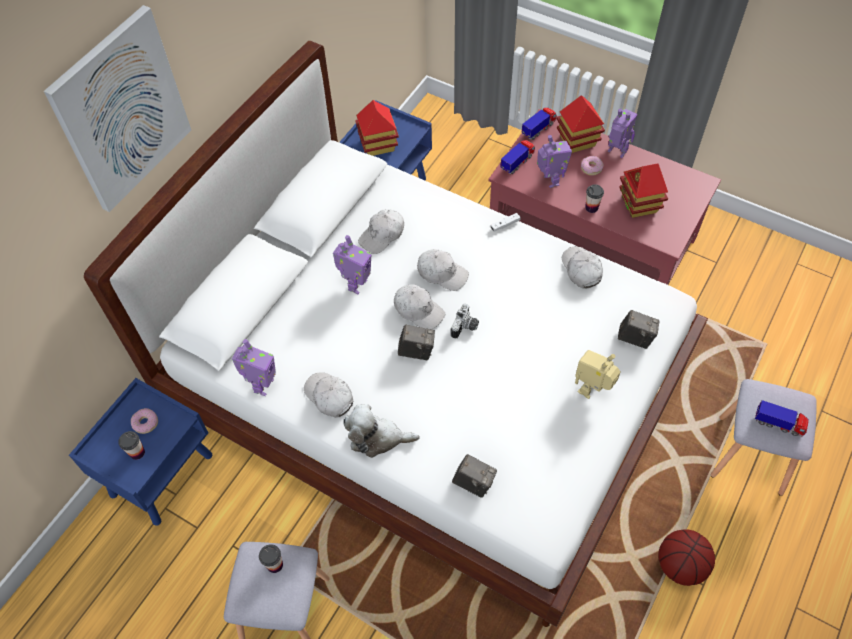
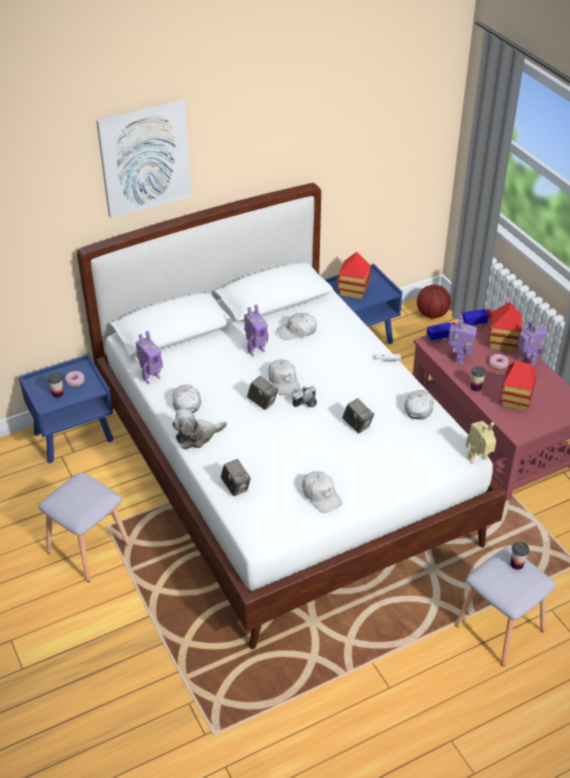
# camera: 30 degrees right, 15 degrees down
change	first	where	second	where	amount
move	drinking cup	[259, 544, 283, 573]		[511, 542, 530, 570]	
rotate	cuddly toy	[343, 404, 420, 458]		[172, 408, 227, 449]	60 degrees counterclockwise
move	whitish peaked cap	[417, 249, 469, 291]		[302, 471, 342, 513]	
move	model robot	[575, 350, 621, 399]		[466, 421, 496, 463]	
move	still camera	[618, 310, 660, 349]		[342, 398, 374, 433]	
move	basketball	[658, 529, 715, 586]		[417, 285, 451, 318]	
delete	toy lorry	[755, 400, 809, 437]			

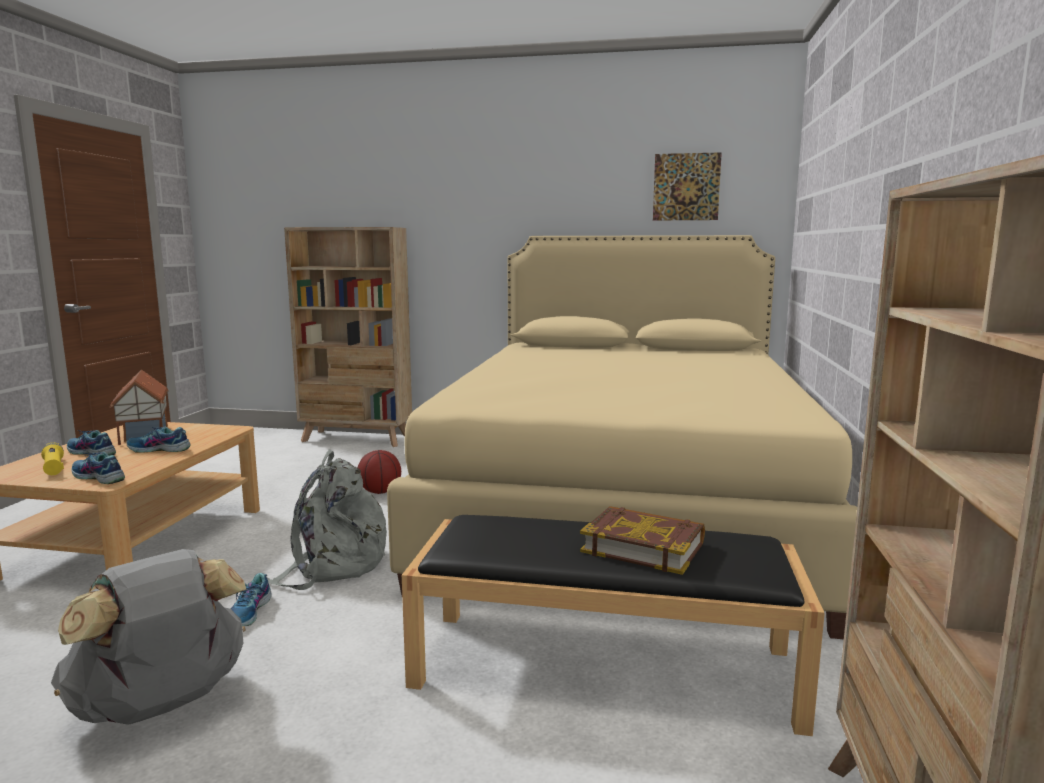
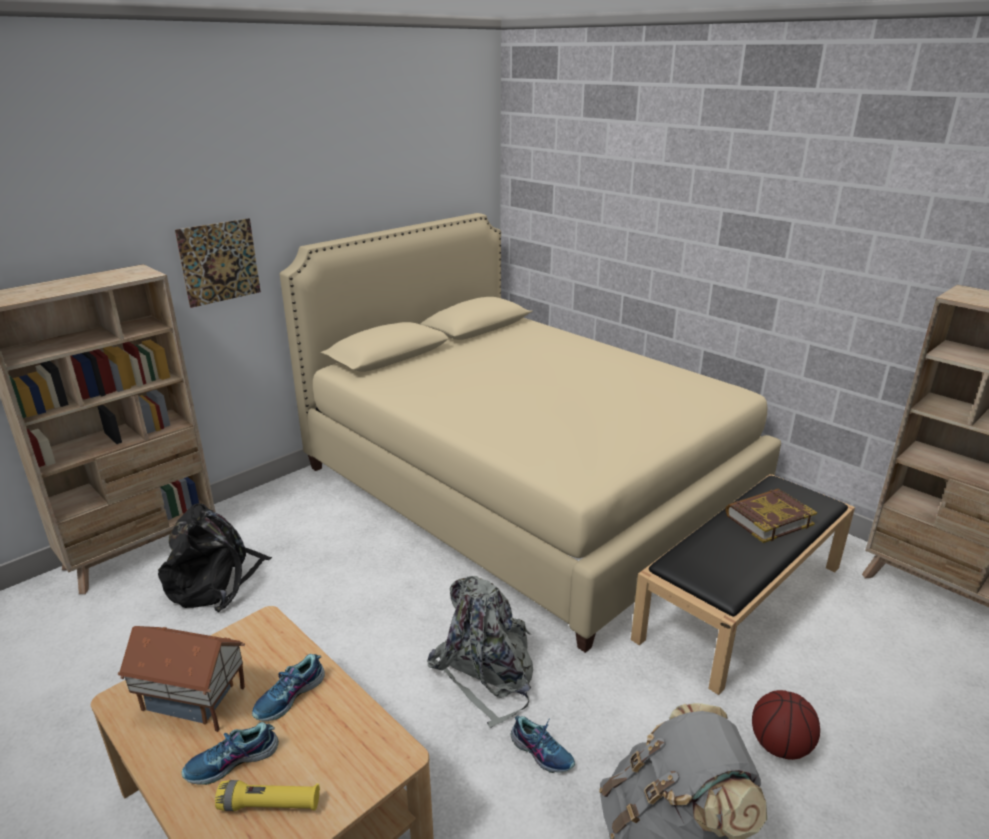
# camera: 55 degrees left, 15 degrees up
change	first	where	second	where	amount
delete	shoe	[71, 452, 125, 484]			
move	basketball	[358, 450, 401, 494]		[752, 690, 820, 760]	
move	picture	[653, 152, 722, 220]		[175, 218, 261, 308]	
insert			blackish rucksack	[158, 503, 272, 612]	

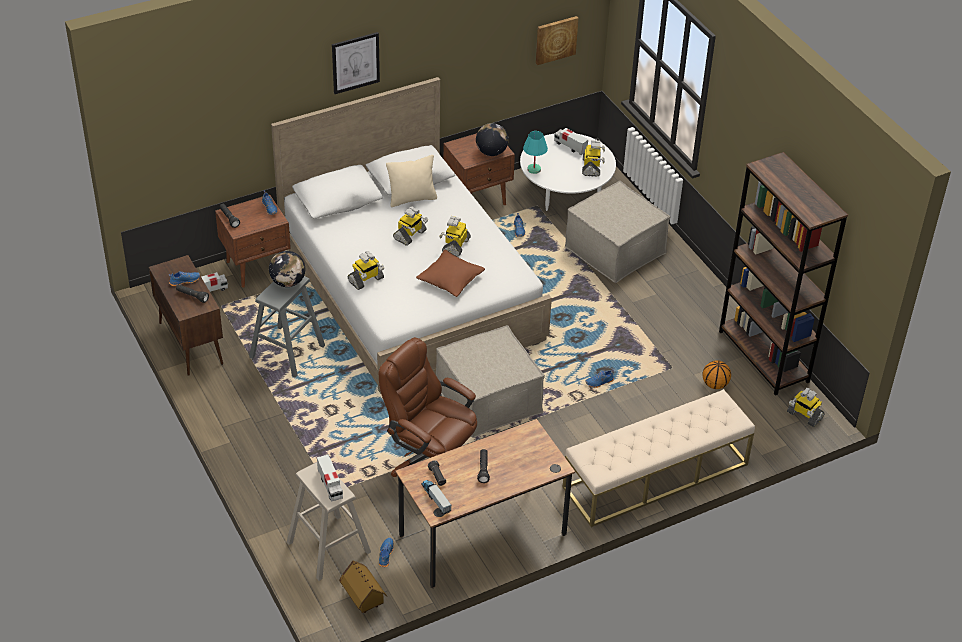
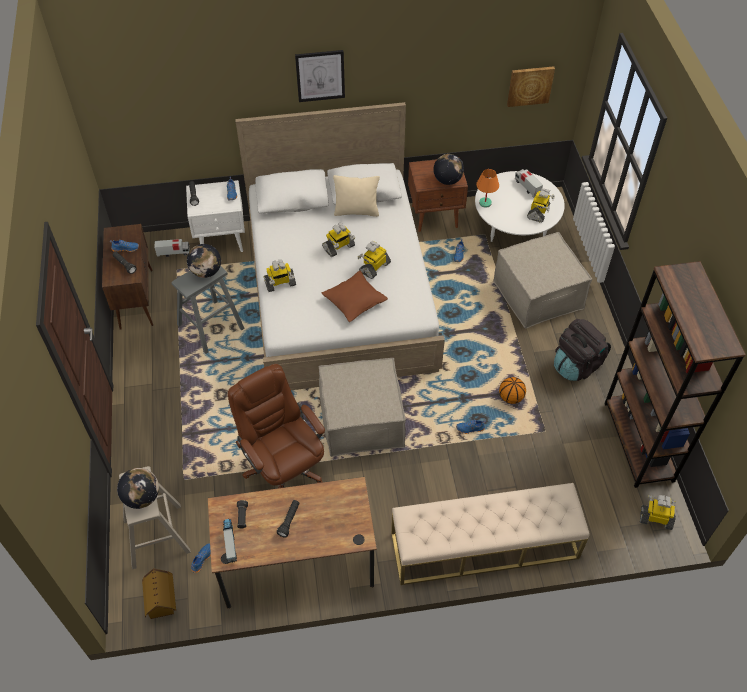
# camera: 20 degrees right, 10 degrees up
change	first	where	second	where	amount
recolor	brown night table	[215, 195, 291, 288]	whitish night table	[186, 180, 245, 252]	
replace	toy lorry	[317, 454, 343, 502]	world globe	[117, 468, 159, 509]	
recolor	blue-green lamp for a table	[523, 131, 548, 174]	orangey lamp for a table	[476, 169, 499, 208]	
move	basketball	[702, 361, 731, 389]		[499, 377, 526, 404]	
rotate	model robot	[787, 388, 825, 427]		[640, 495, 676, 530]	135 degrees clockwise
insert			blackish rucksack	[554, 319, 611, 381]	

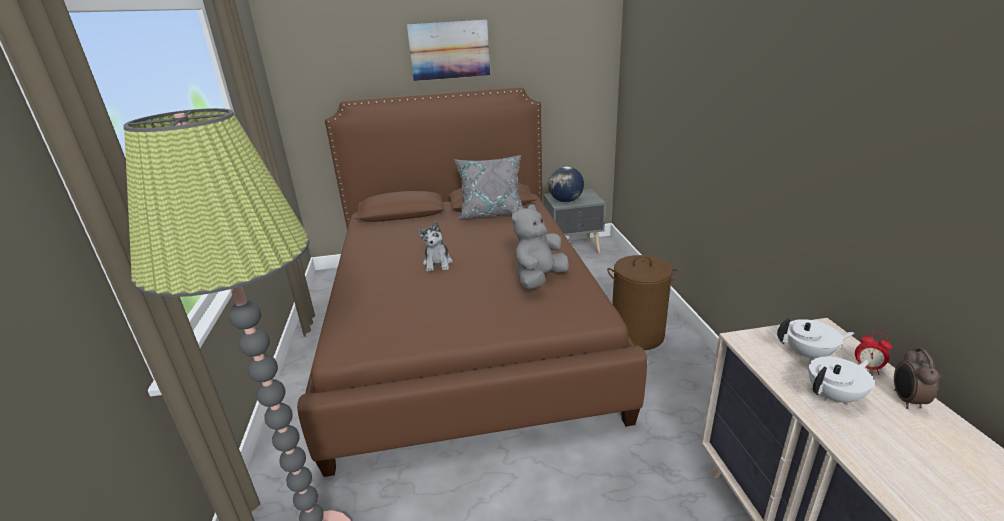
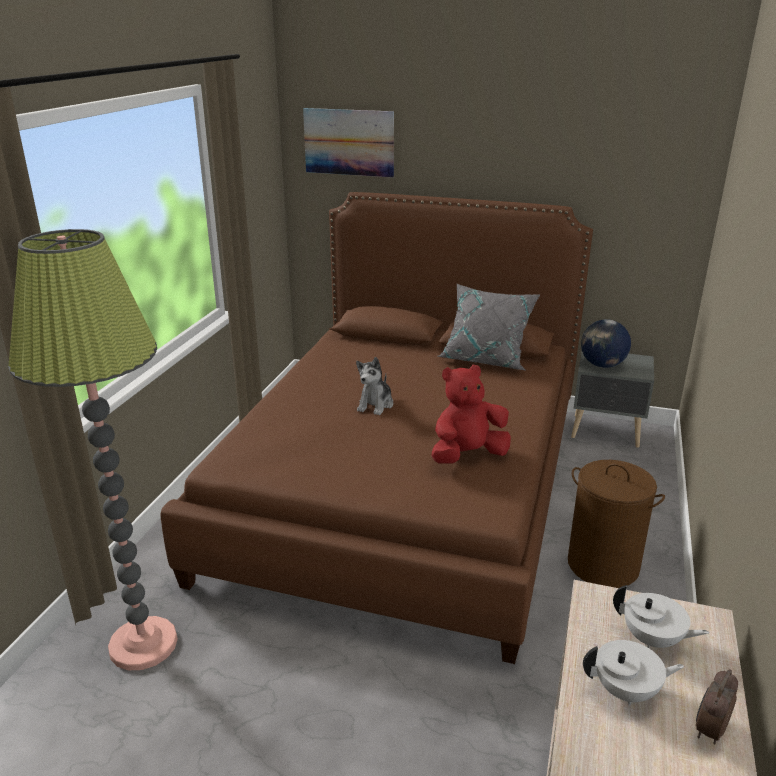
# camera: 25 degrees right, 0 degrees up
change	first	where	second	where	amount
move	picture	[407, 20, 490, 81]		[303, 108, 394, 177]	
recolor	gray cuddly toy	[512, 204, 569, 289]	reddish cuddly toy	[432, 365, 511, 463]	
delete	bedside clock	[855, 332, 892, 375]			

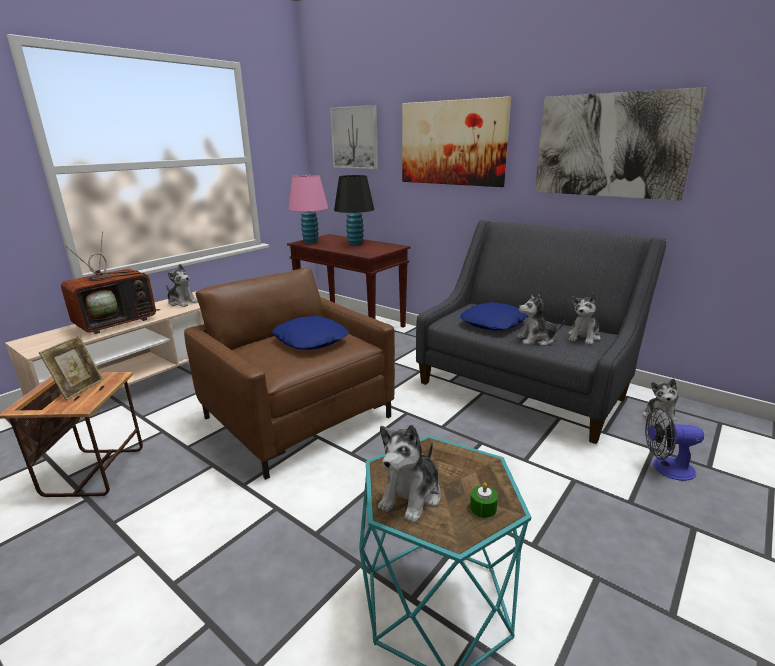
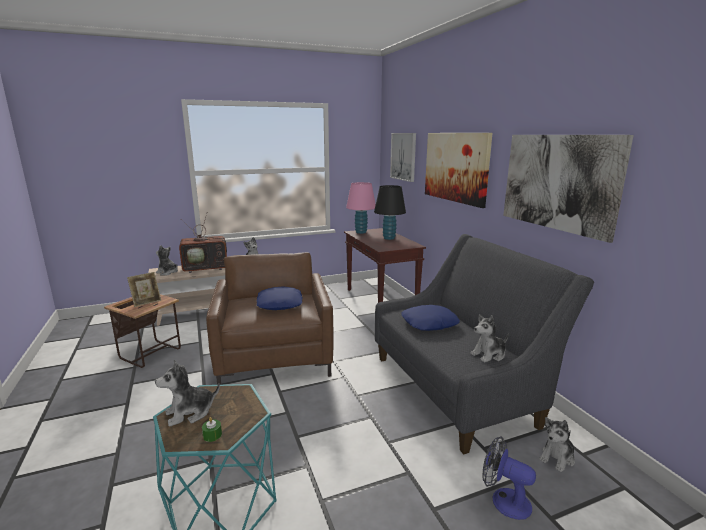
# camera: 30 degrees right, 5 degrees down
change	first	where	second	where	amount
move	cuddly toy	[517, 294, 564, 346]		[156, 245, 178, 276]	

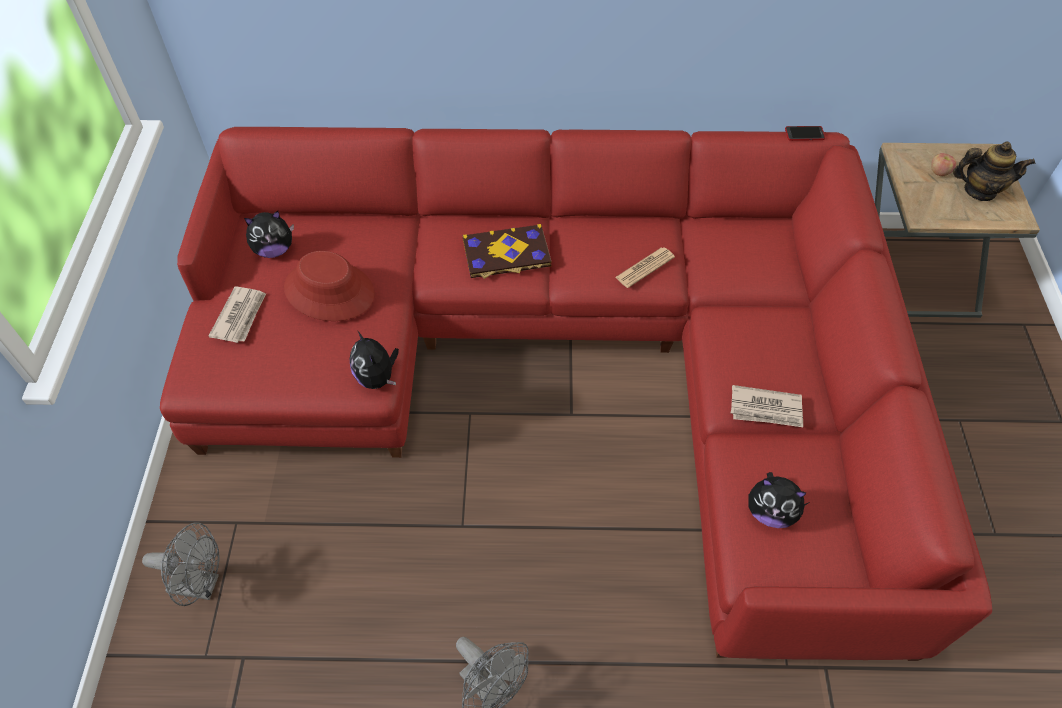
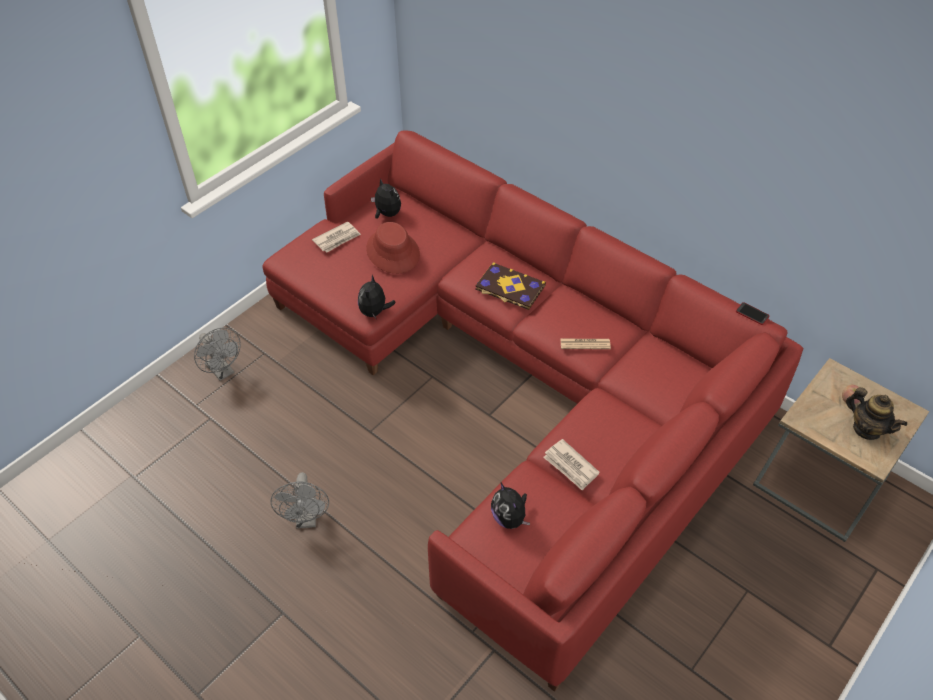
# camera: 40 degrees right, 5 degrees down
change	first	where	second	where	amount
rotate	cuddly toy	[244, 211, 294, 258]		[371, 178, 401, 219]	150 degrees counterclockwise

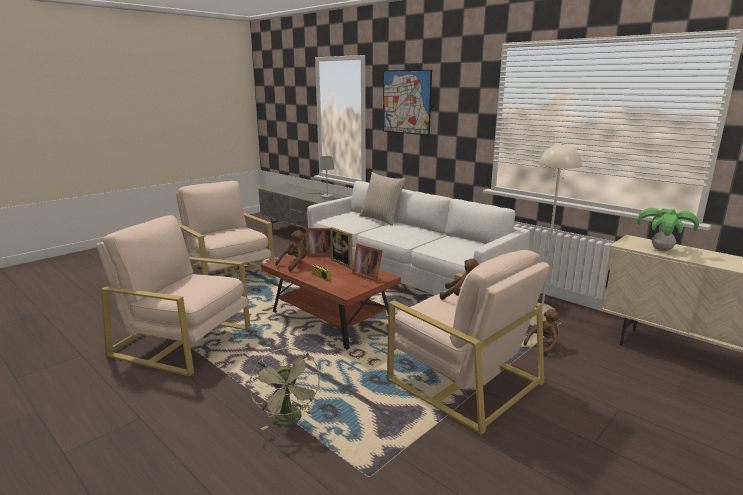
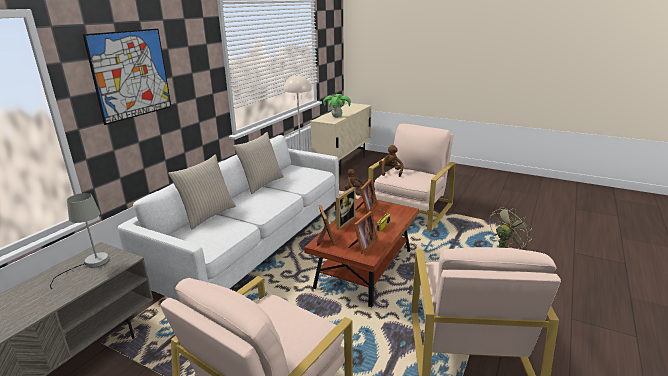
# camera: 105 degrees left, 5 degrees up
change	first	where	second	where	amount
replace	brown cuddly toy	[275, 230, 307, 272]	picture frame	[349, 211, 378, 254]	
insert			beige throw pillow	[233, 132, 284, 194]	

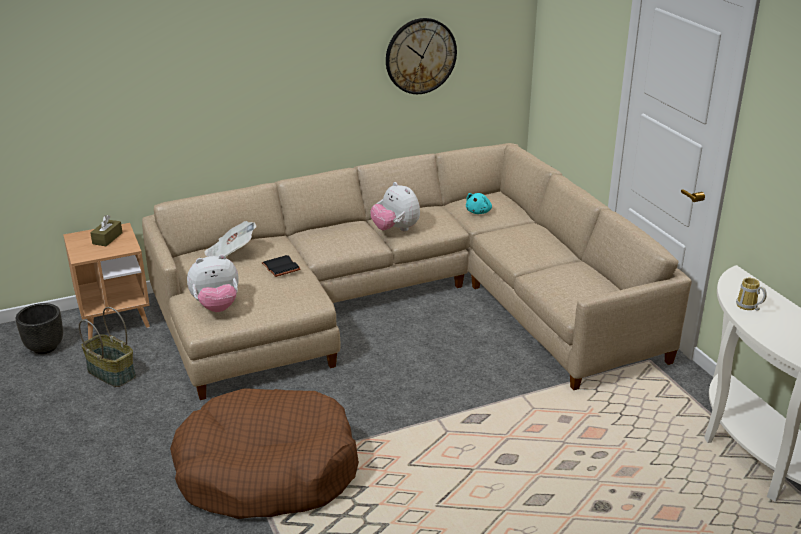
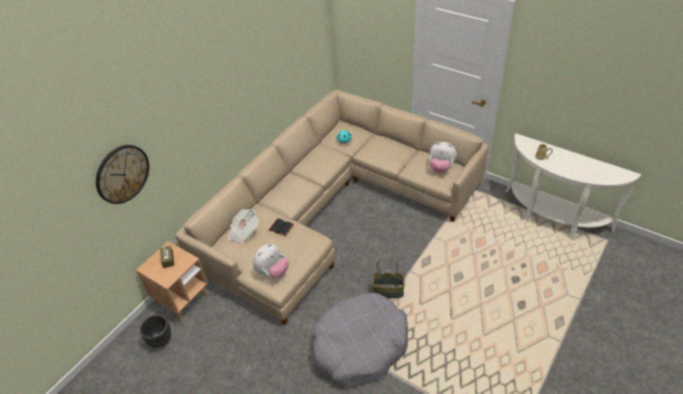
# camera: 30 degrees left, 15 degrees up
change	first	where	second	where	amount
move	storage basket	[79, 307, 136, 387]		[372, 258, 405, 298]	
recolor	brown dog bed	[170, 388, 359, 519]	gray dog bed	[313, 293, 408, 387]	
move	cuddly toy	[371, 182, 420, 231]		[429, 142, 457, 173]	
move	clock on the wall	[386, 18, 457, 94]		[96, 145, 149, 204]	

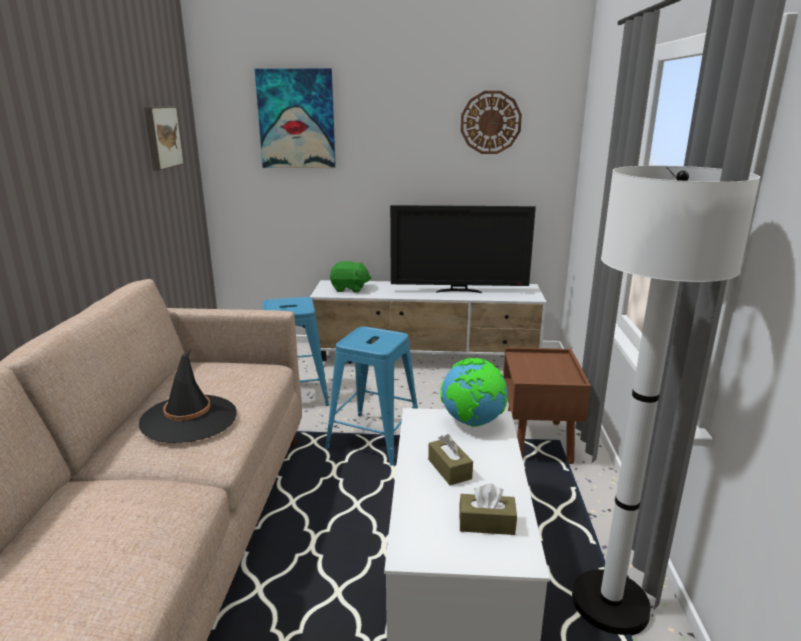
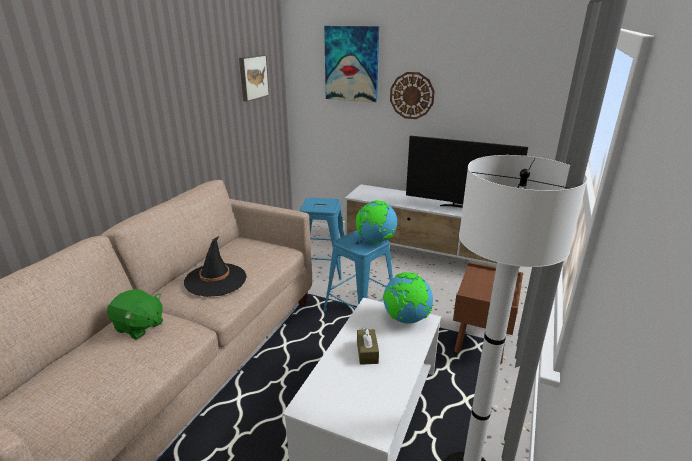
# camera: 20 degrees right, 5 degrees up
change	first	where	second	where	amount
move	green-coloured cuddly toy	[330, 261, 371, 292]		[107, 289, 163, 340]	
delete	brown tissue box	[459, 483, 517, 535]			
move	clock on the wall	[461, 91, 522, 154]		[390, 72, 435, 119]	
insert			world globe	[356, 201, 397, 243]	

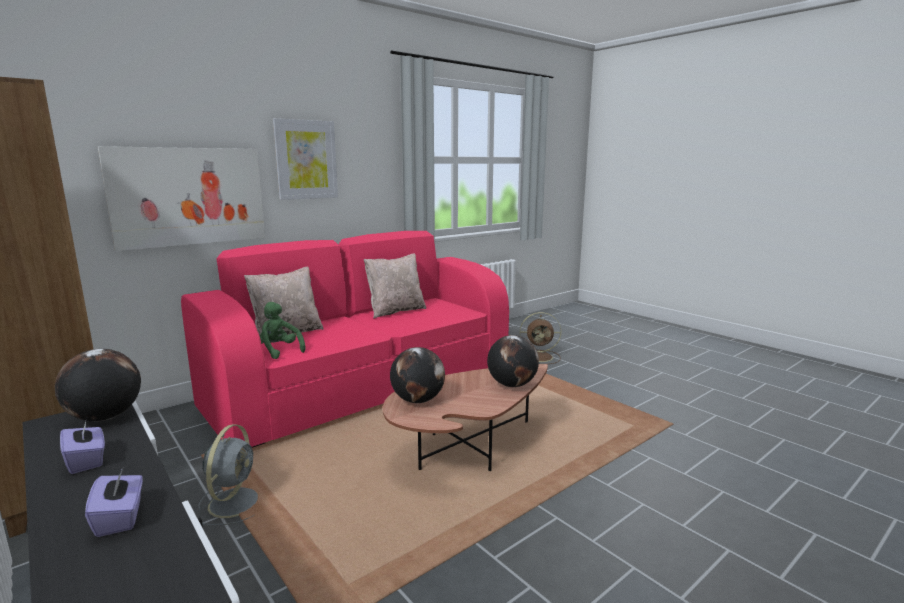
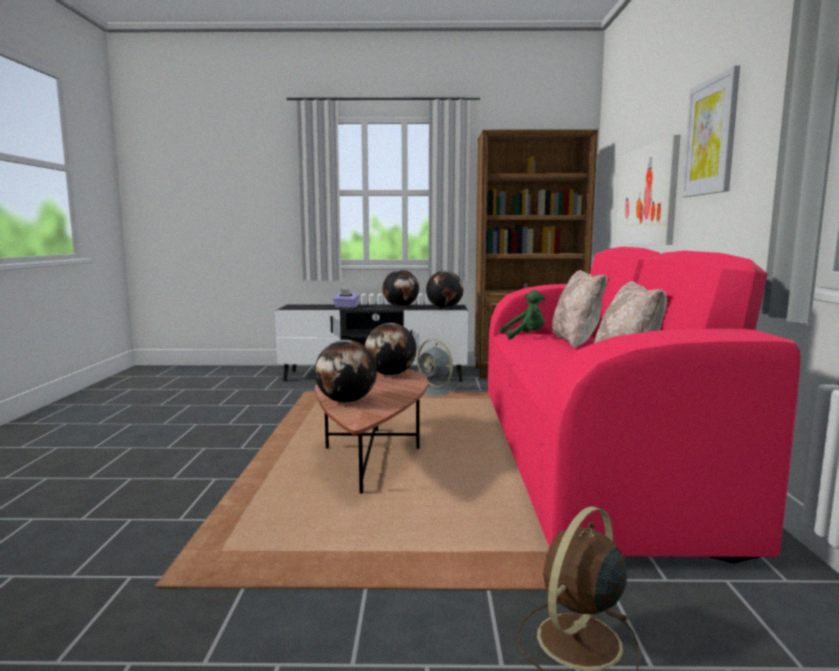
# camera: 130 degrees right, 5 degrees down
change	first	where	second	where	amount
replace	purplish tissue box	[60, 421, 105, 474]	world globe	[383, 270, 419, 307]	

